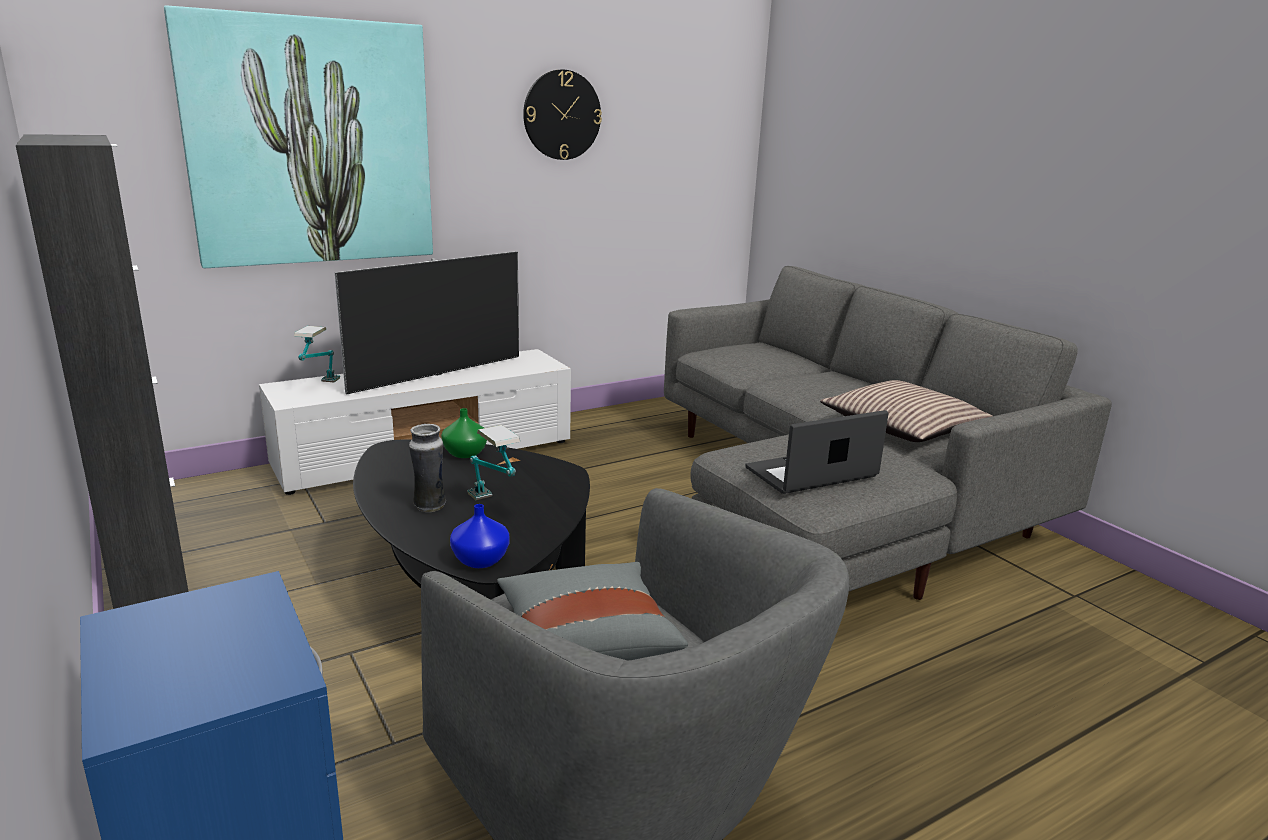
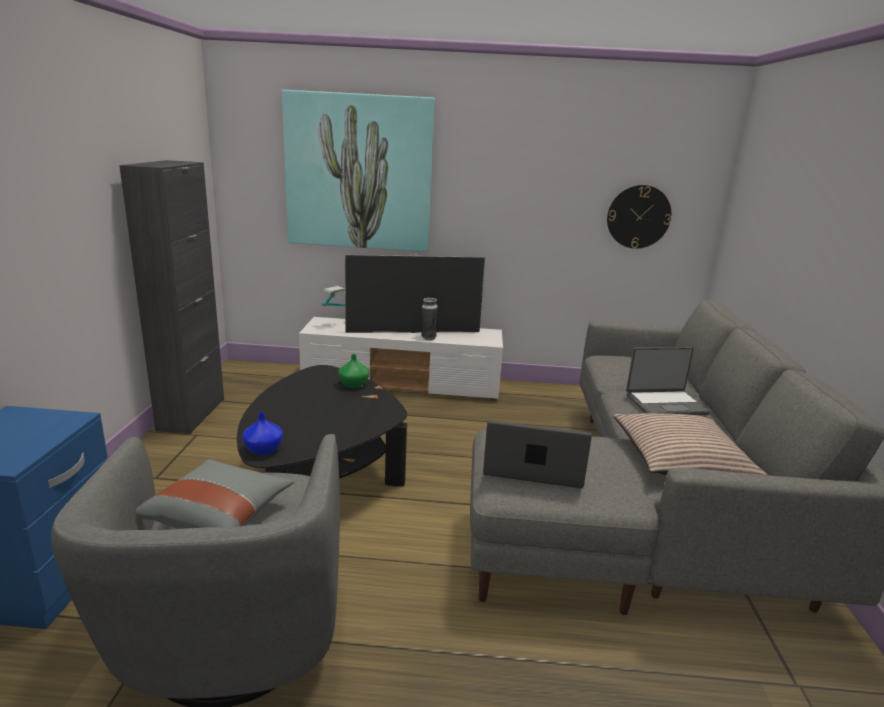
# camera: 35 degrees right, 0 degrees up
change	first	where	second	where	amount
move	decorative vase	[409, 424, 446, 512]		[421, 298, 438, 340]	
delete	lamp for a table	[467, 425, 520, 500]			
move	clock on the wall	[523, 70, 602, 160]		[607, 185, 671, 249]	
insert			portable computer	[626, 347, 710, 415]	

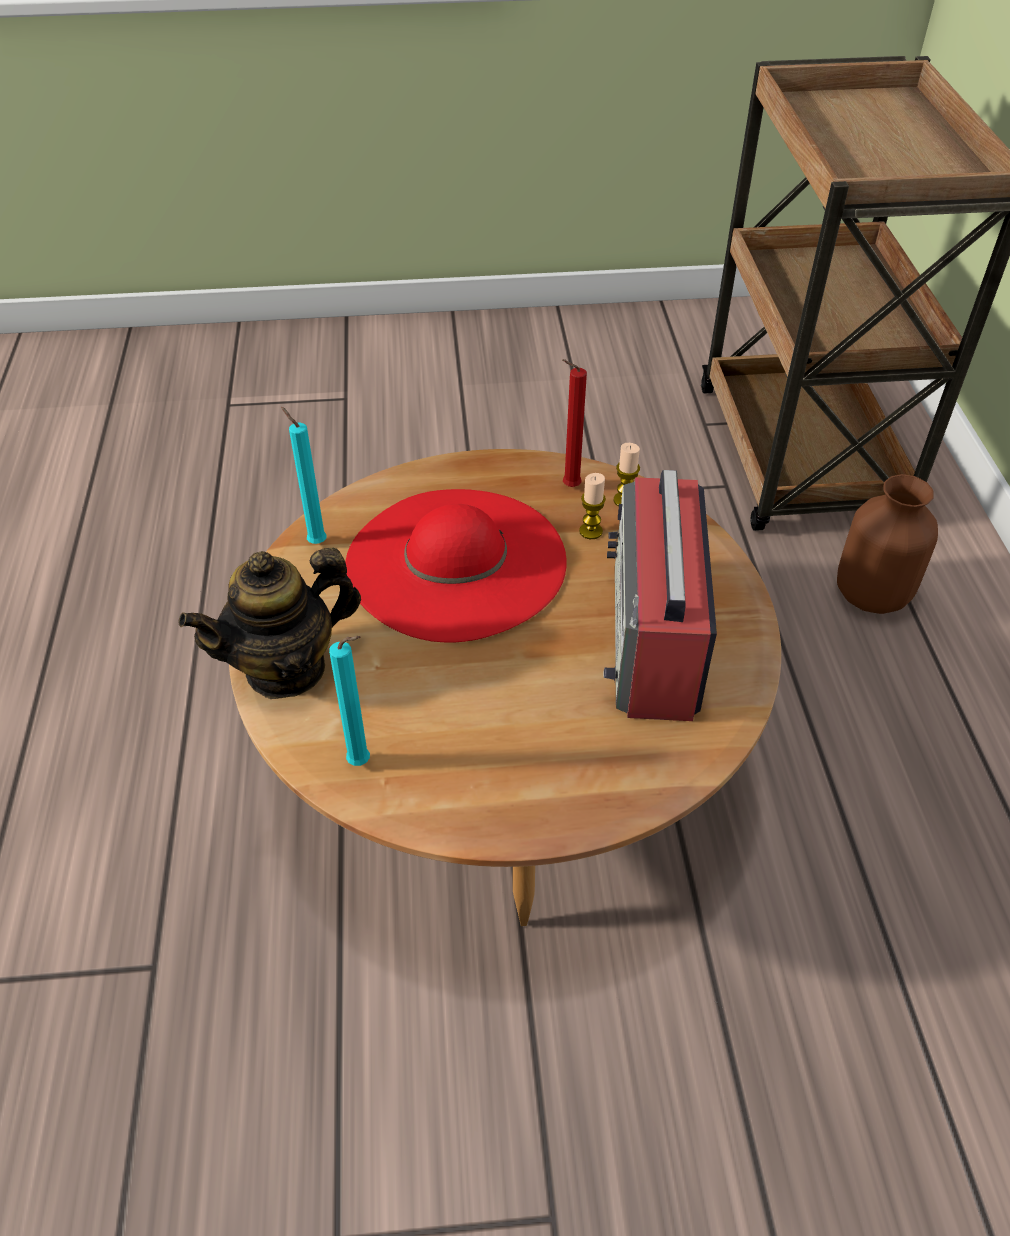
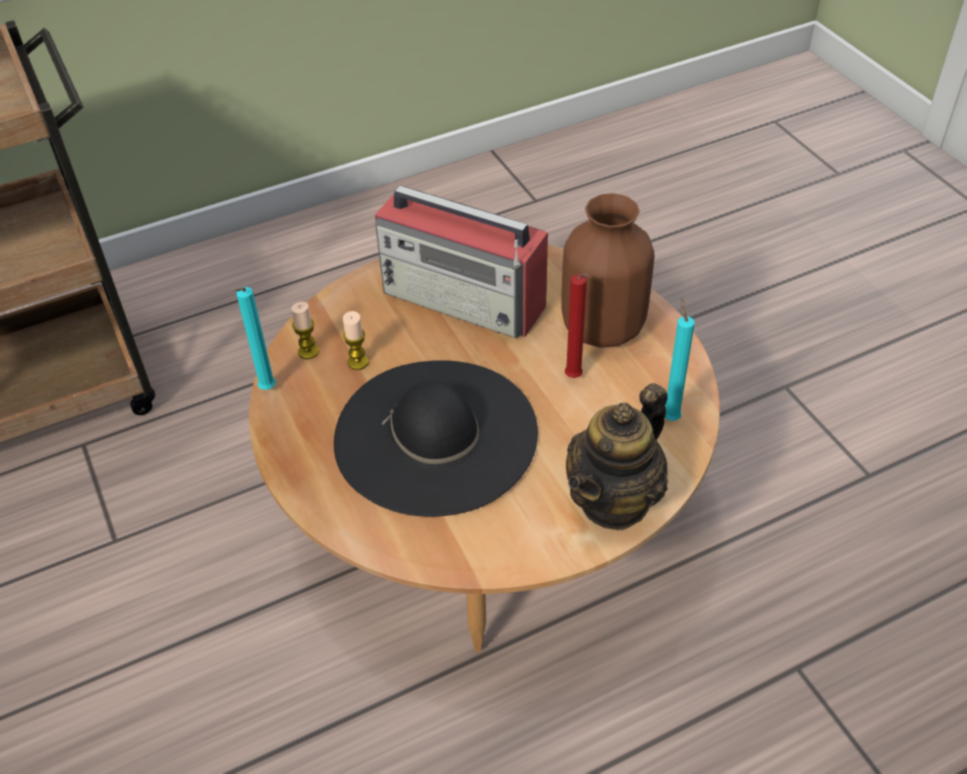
# camera: 110 degrees left, 0 degrees up
change	first	where	second	where	amount
rotate	tea pot	[179, 548, 361, 699]		[566, 383, 668, 531]	90 degrees clockwise
move	blue-green candle	[281, 407, 327, 544]		[235, 287, 276, 390]	
recolor	reddish wearable hat	[345, 489, 567, 643]	blackish wearable hat	[334, 360, 538, 517]	
move	reddish candle	[562, 359, 587, 487]		[565, 273, 590, 378]	
rotate	radio	[603, 470, 717, 721]		[375, 185, 548, 338]	45 degrees clockwise
move	brown decorative vase	[837, 474, 938, 614]		[561, 193, 655, 348]	

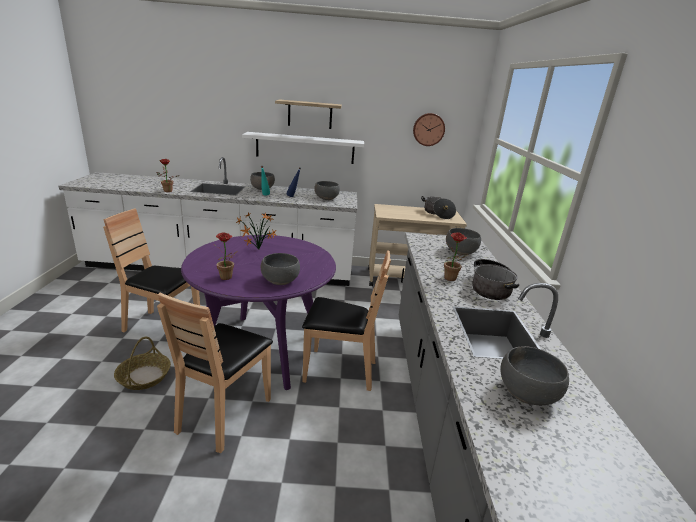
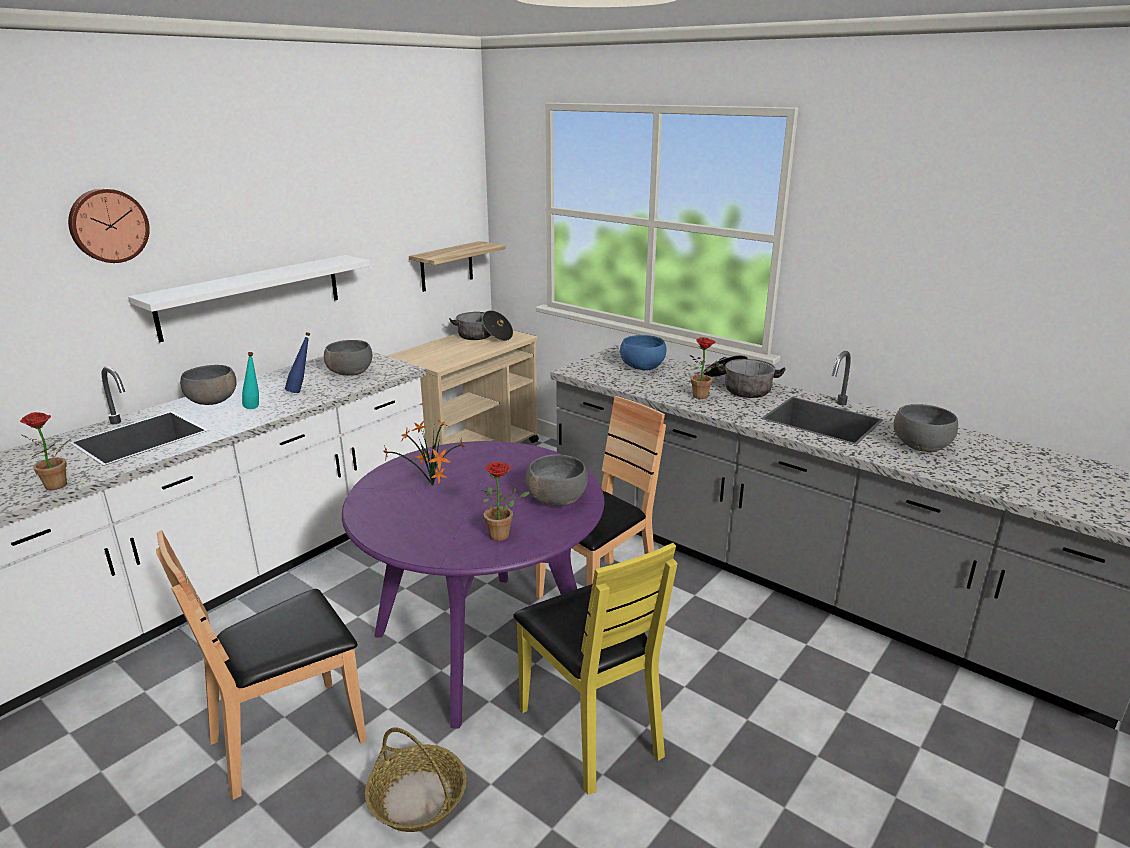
# camera: 50 degrees left, 0 degrees up
change	first	where	second	where	amount
recolor	brown chair	[157, 293, 273, 453]	yellow-coloured chair	[513, 543, 678, 795]	
move	bracket shelf	[275, 99, 342, 129]		[409, 241, 505, 292]	
move	clock on the wall	[413, 113, 445, 146]		[68, 188, 150, 263]	
recolor	gray serving bowl	[446, 228, 481, 255]	blue-coloured serving bowl	[620, 335, 666, 370]	

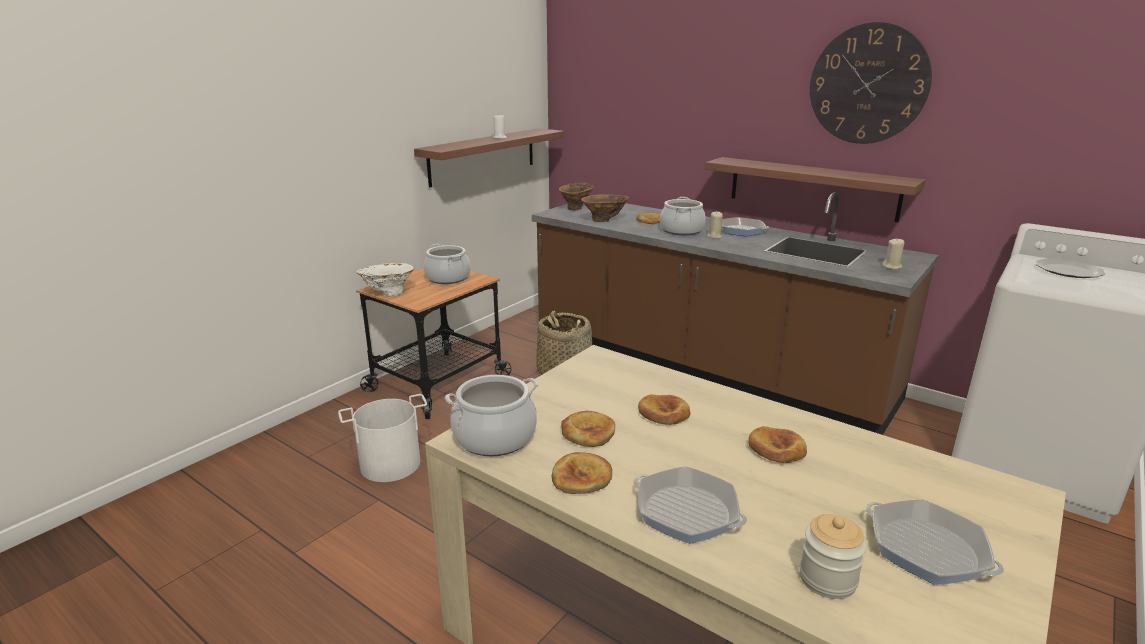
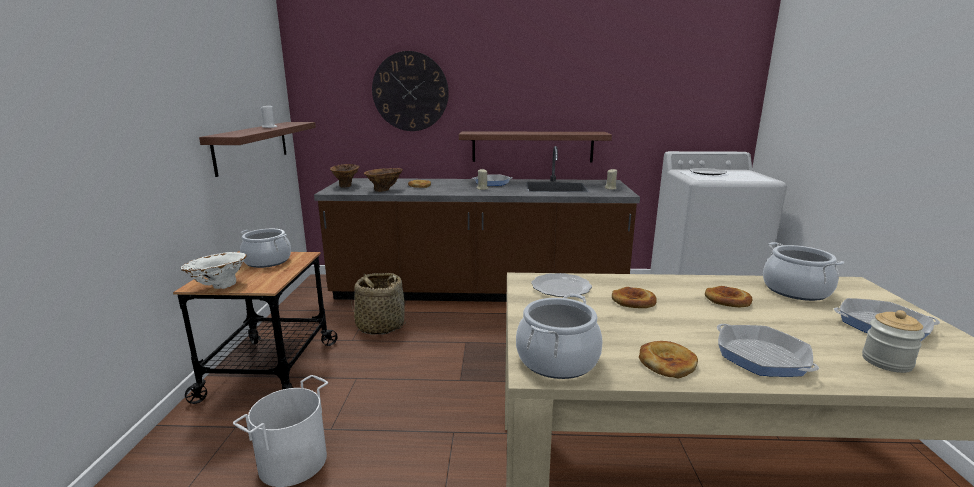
# camera: 35 degrees left, 5 degrees down
change	first	where	second	where	amount
delete	bread	[561, 411, 615, 447]			
rotate	pan	[634, 466, 747, 544]		[717, 324, 819, 377]	120 degrees counterclockwise
move	cooking pot	[660, 197, 706, 235]		[763, 242, 844, 301]	
move	clock on the wall	[810, 22, 932, 144]		[372, 51, 449, 131]	
insert			flat dish	[531, 273, 592, 297]	

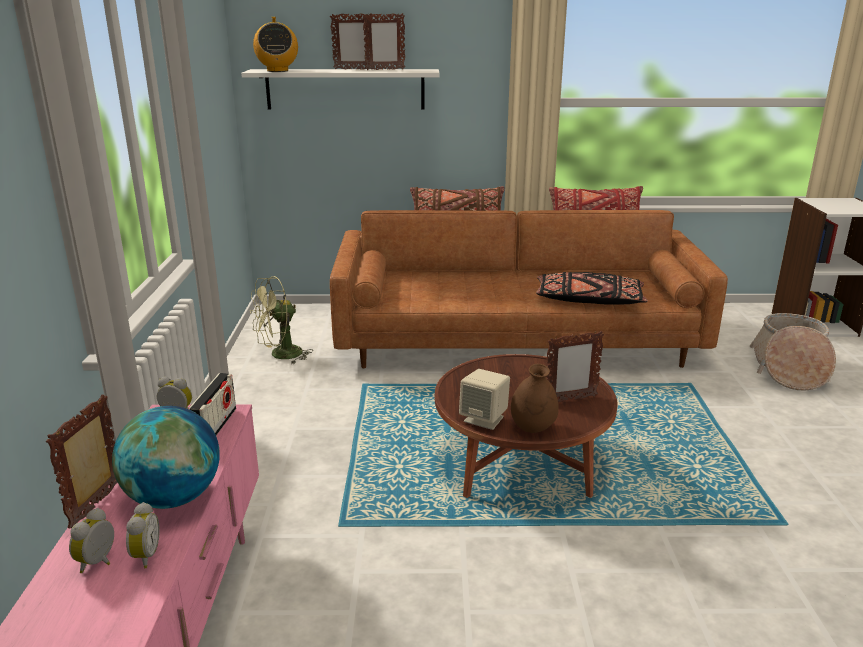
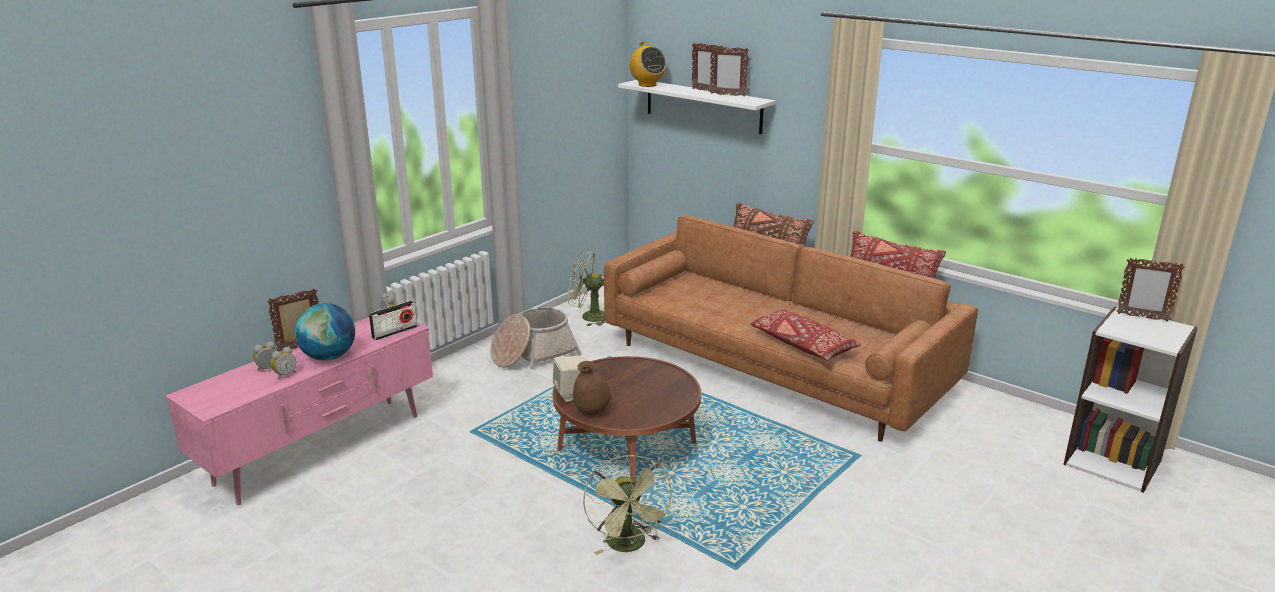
# camera: 40 degrees right, 0 degrees up
change	first	where	second	where	amount
rotate	radio	[253, 17, 298, 72]		[629, 41, 666, 87]	60 degrees counterclockwise
recolor	blackish throw pillow	[536, 272, 648, 305]	reddish throw pillow	[751, 310, 861, 360]	
move	picture frame	[546, 331, 604, 402]		[1117, 258, 1185, 322]	
move	storage basket	[750, 313, 836, 391]		[490, 307, 582, 370]	
insert			green-coloured fan	[583, 455, 673, 555]	

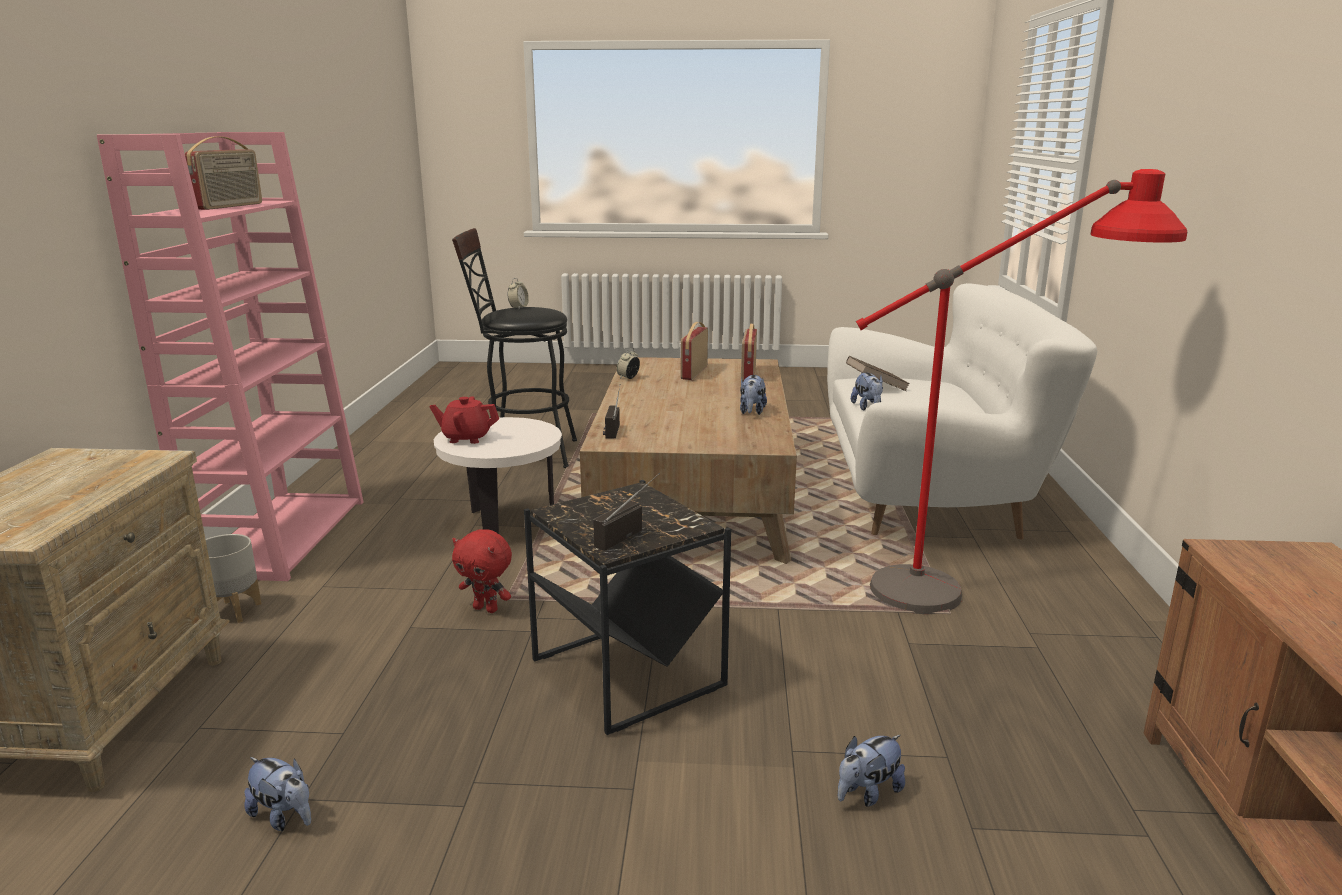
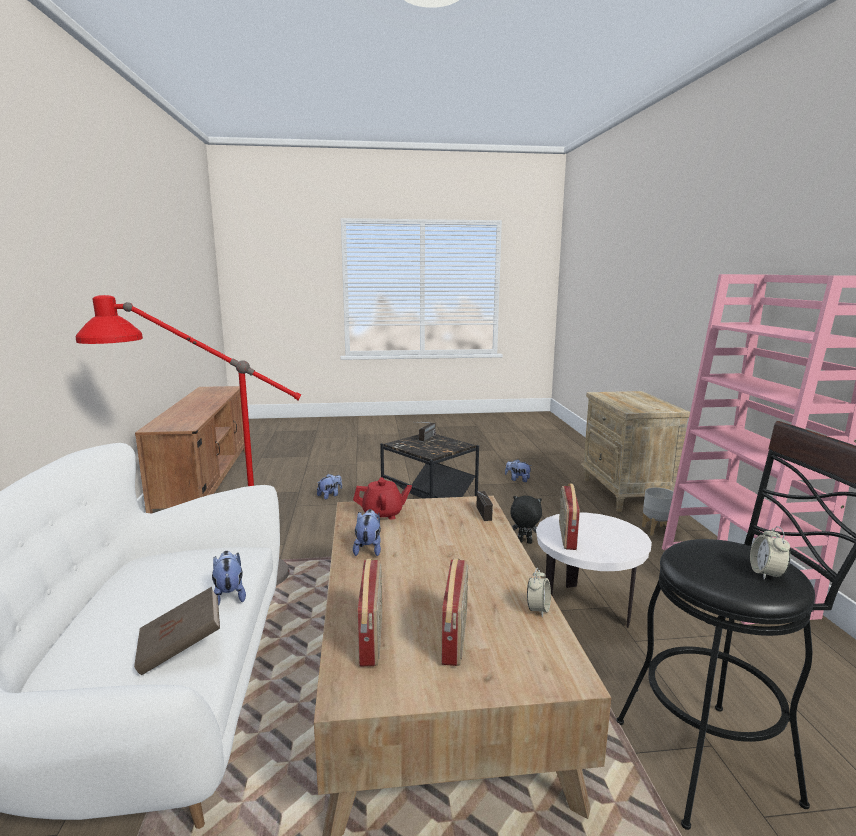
# camera: 170 degrees right, 5 degrees down
change	first	where	second	where	amount
move	radio	[185, 136, 262, 210]		[559, 484, 580, 550]	
move	reddish tea pot	[429, 396, 499, 444]		[353, 477, 412, 520]	
recolor	reddish cuddly toy	[452, 529, 512, 613]	blackish cuddly toy	[510, 496, 542, 544]	

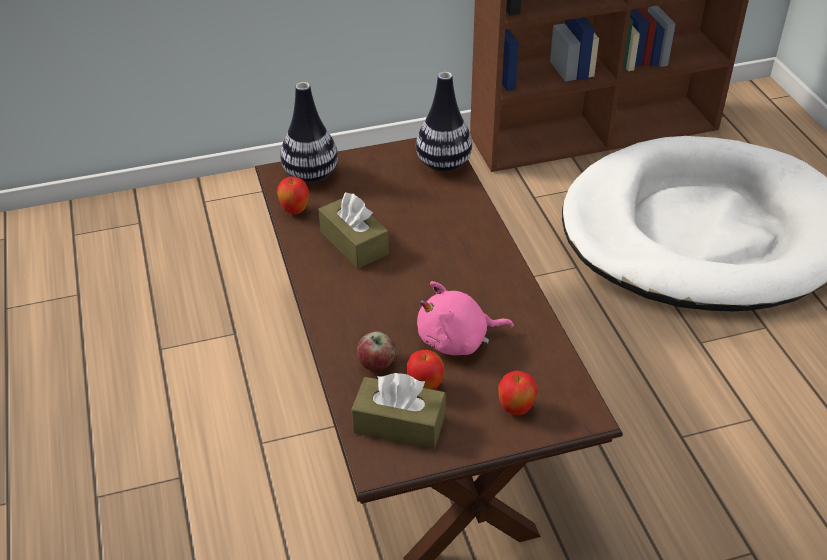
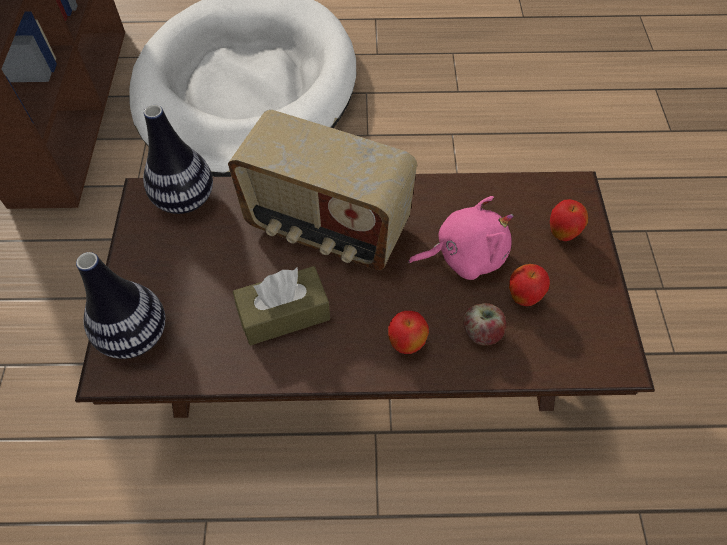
# camera: 75 degrees left, 15 degrees up
change	first	where	second	where	amount
move	apple fruit	[277, 176, 309, 214]		[388, 311, 429, 354]	
delete	brown tissue box	[351, 373, 446, 449]			
rotate	pink cuddly toy	[417, 281, 514, 355]		[408, 196, 514, 280]	105 degrees counterclockwise
insert			radio	[228, 110, 417, 270]	

